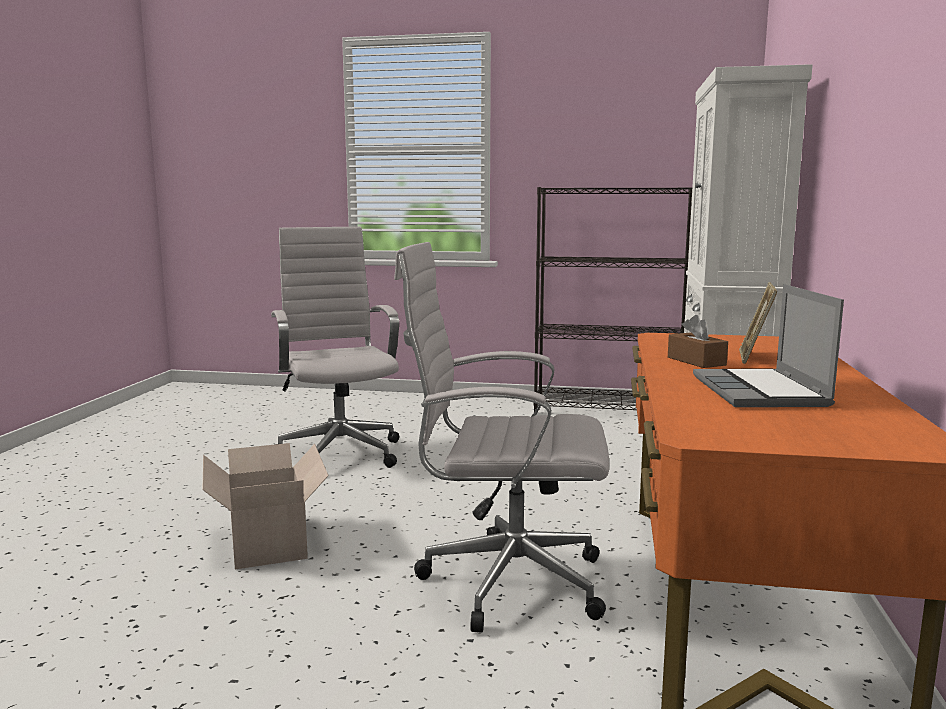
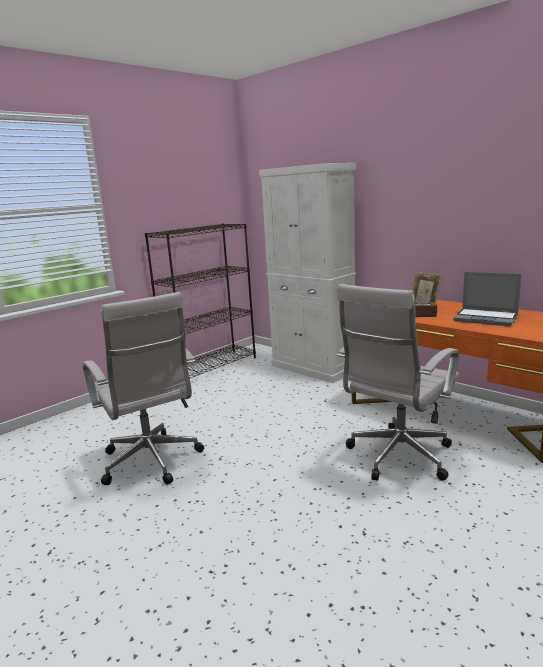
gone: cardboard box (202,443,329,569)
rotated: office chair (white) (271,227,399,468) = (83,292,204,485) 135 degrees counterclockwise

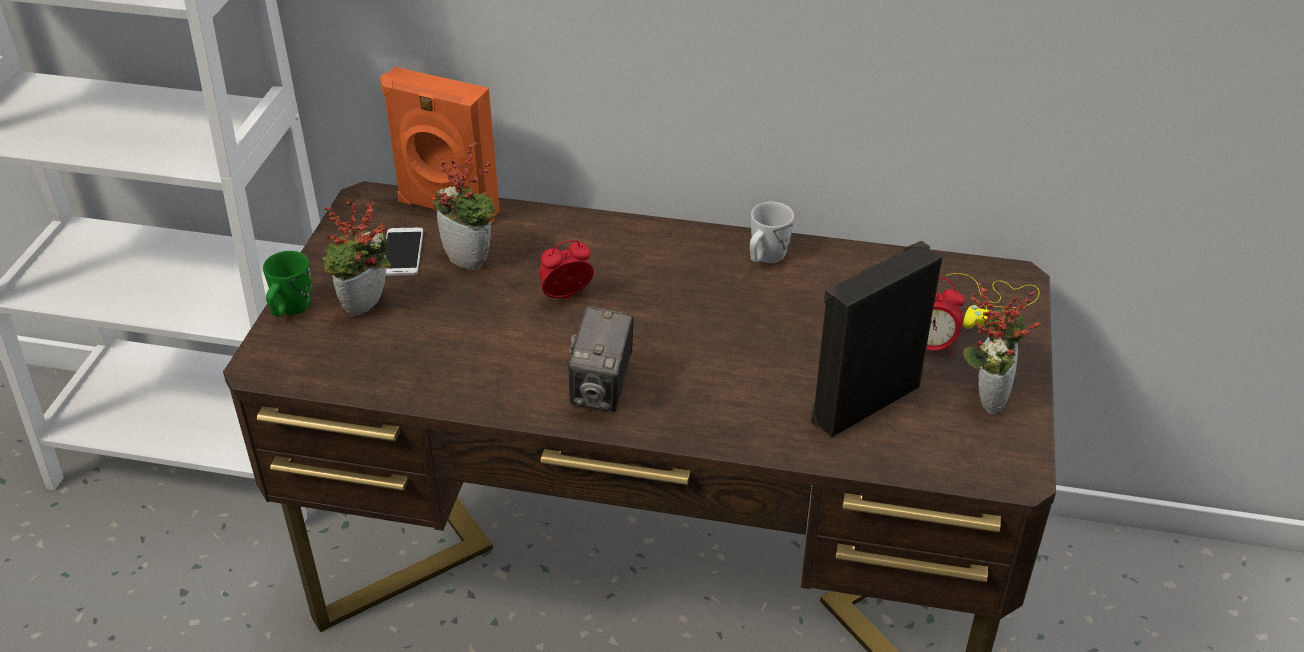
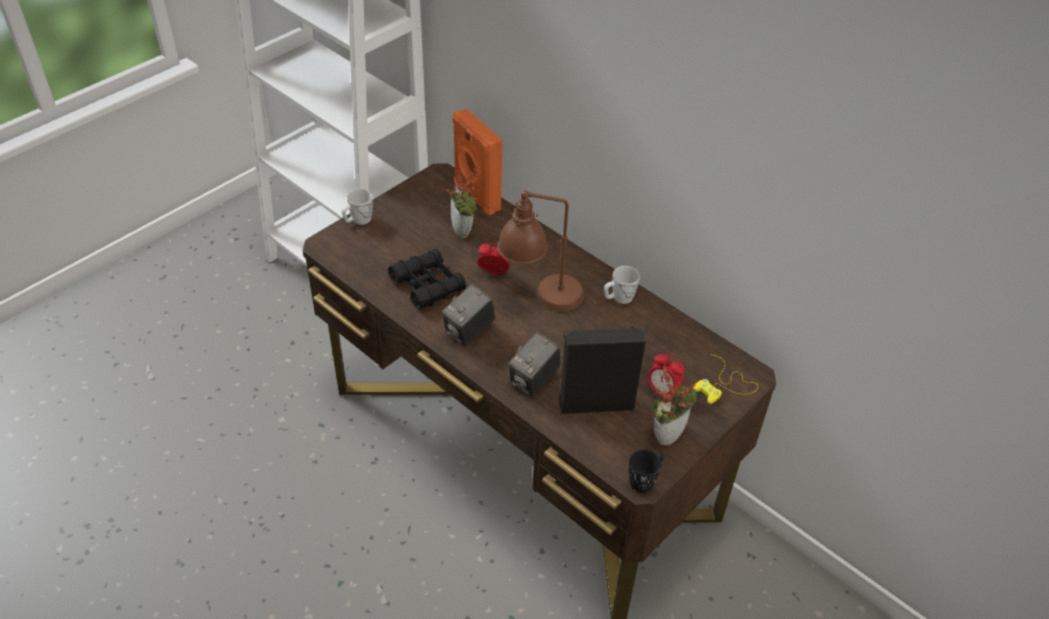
gone: houseplant (322,200,391,316); phone (386,227,423,276)
new: pair of binoculars (blackish) (388,249,466,309); table lamp (brown) (497,190,584,312); photo camera (509,332,561,397); coffee mug (blackish) (629,449,664,493)
repainted: coffee mug (green) (263,251,311,317) to coffee mug (white) (342,189,373,225)

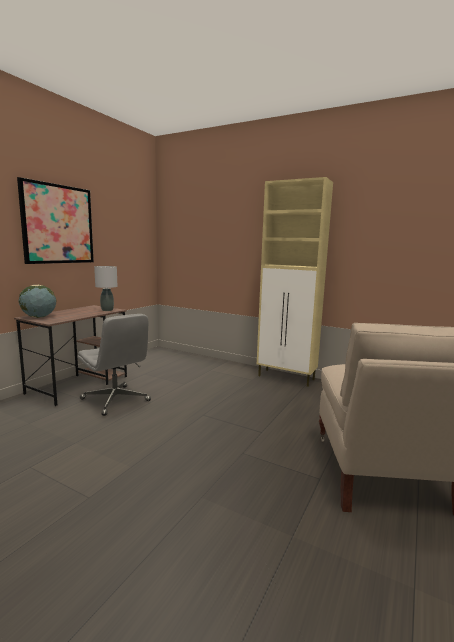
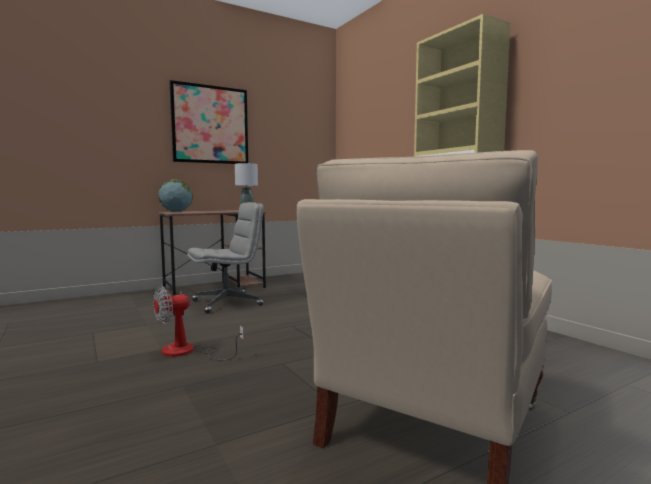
new: cooling fan (153,286,244,361)
rotated: office chair (greyish) (78,314,151,416) = (187,202,264,313) 105 degrees counterclockwise

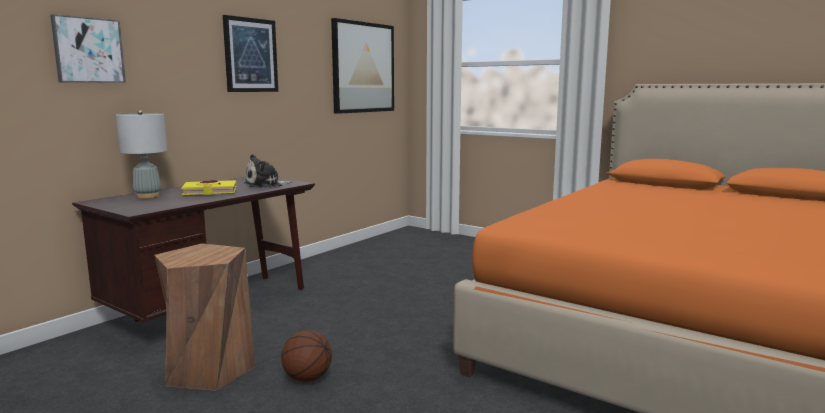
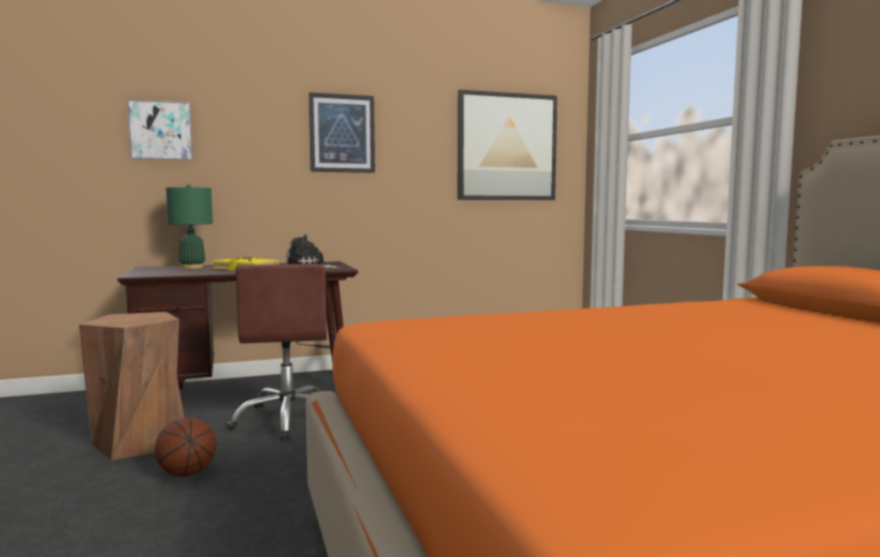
new: office chair (brown) (226,264,331,441)
repainted: table lamp (greyish) (116,110,167,198) to table lamp (green) (166,184,213,269)

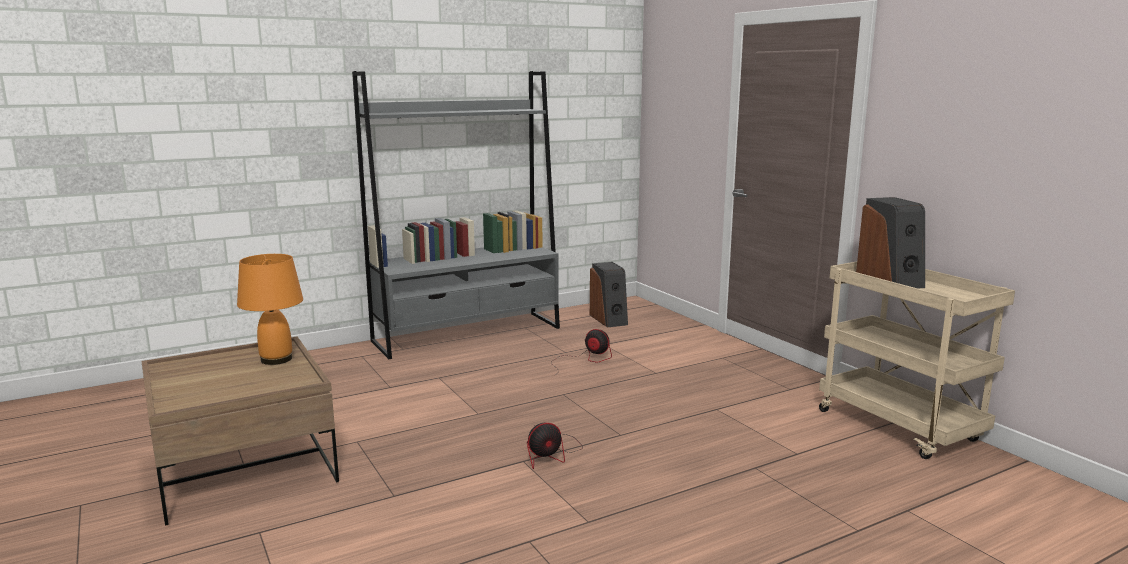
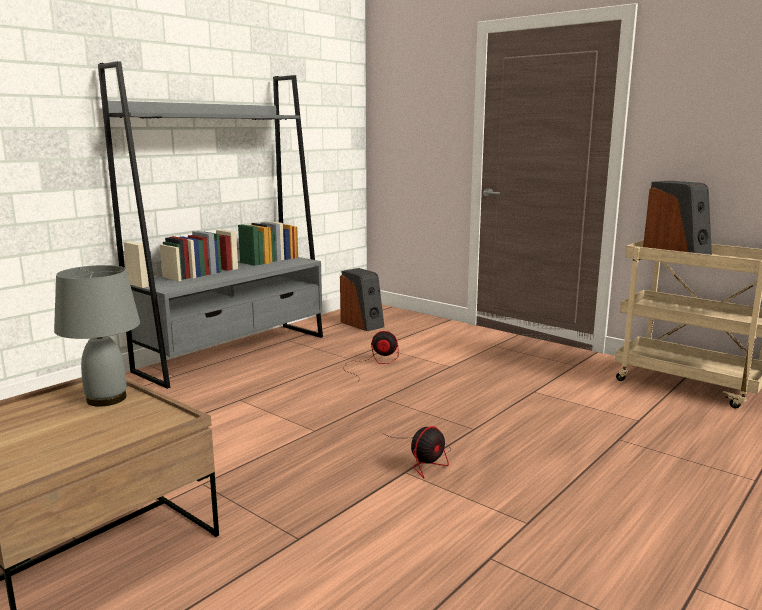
repainted: table lamp (orange) (237,254,303,365) to table lamp (greyish) (54,265,140,407)

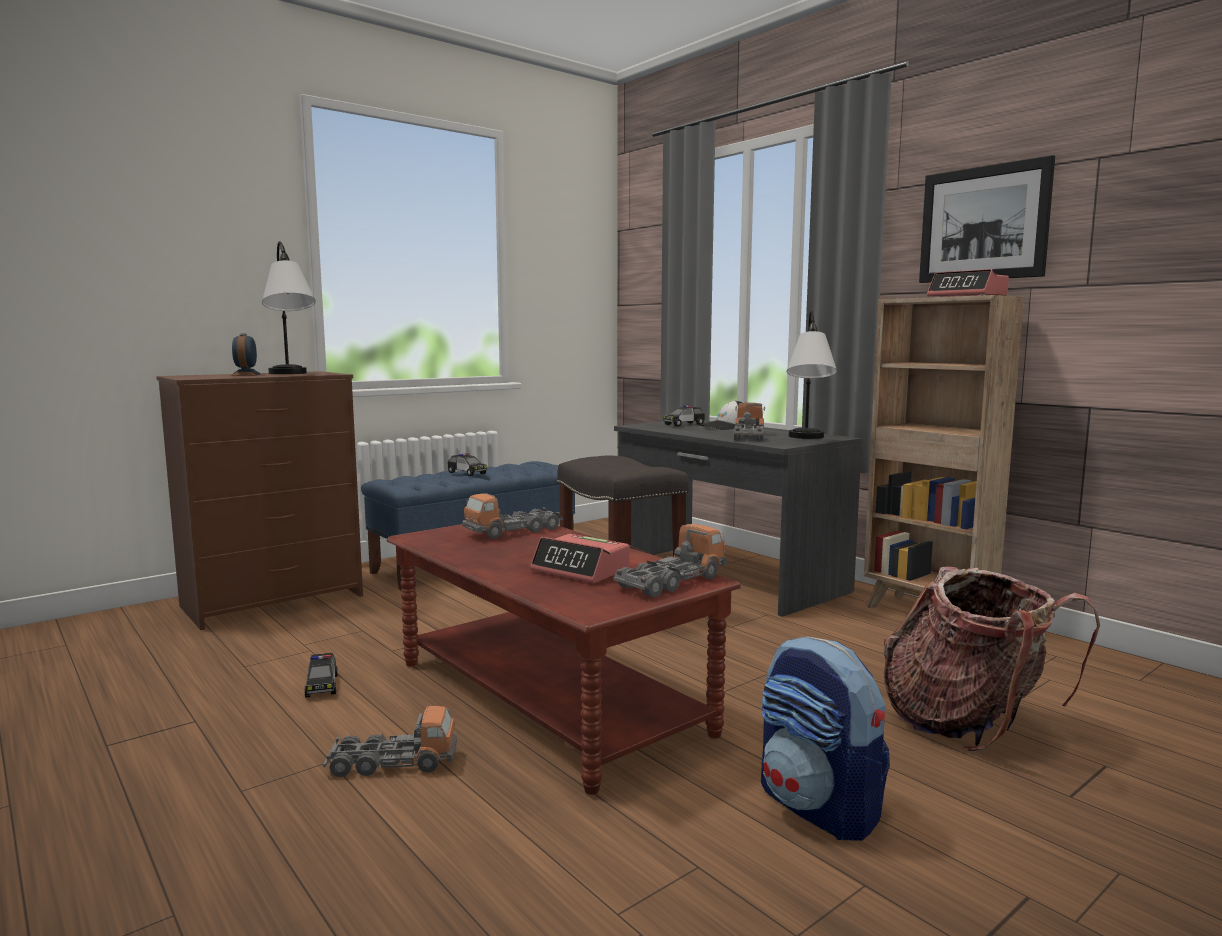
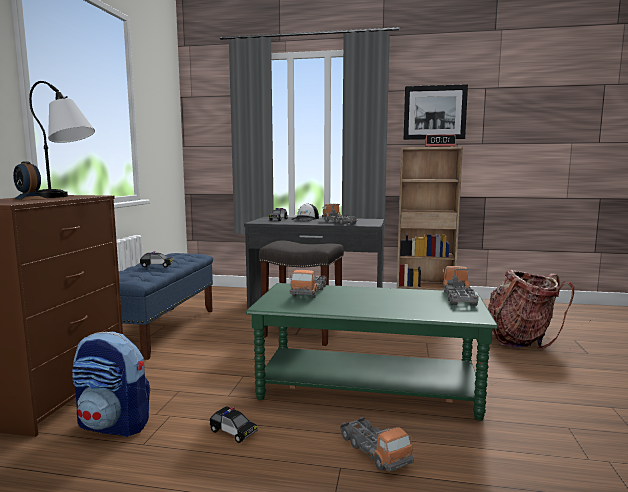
gone: bedside clock (530,534,630,583); table lamp (787,310,837,439)
shifted: knapsack (761,637,890,841) to (72,331,150,437)
repainted: lounge table (brown) (387,524,741,795) to lounge table (green) (246,283,498,421)
rotated: toy lorry (323,706,457,777) = (340,417,414,472) 105 degrees clockwise

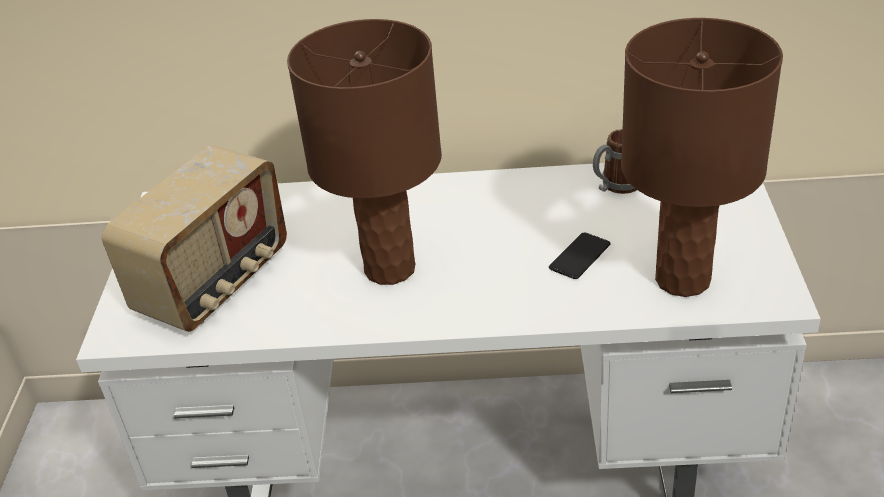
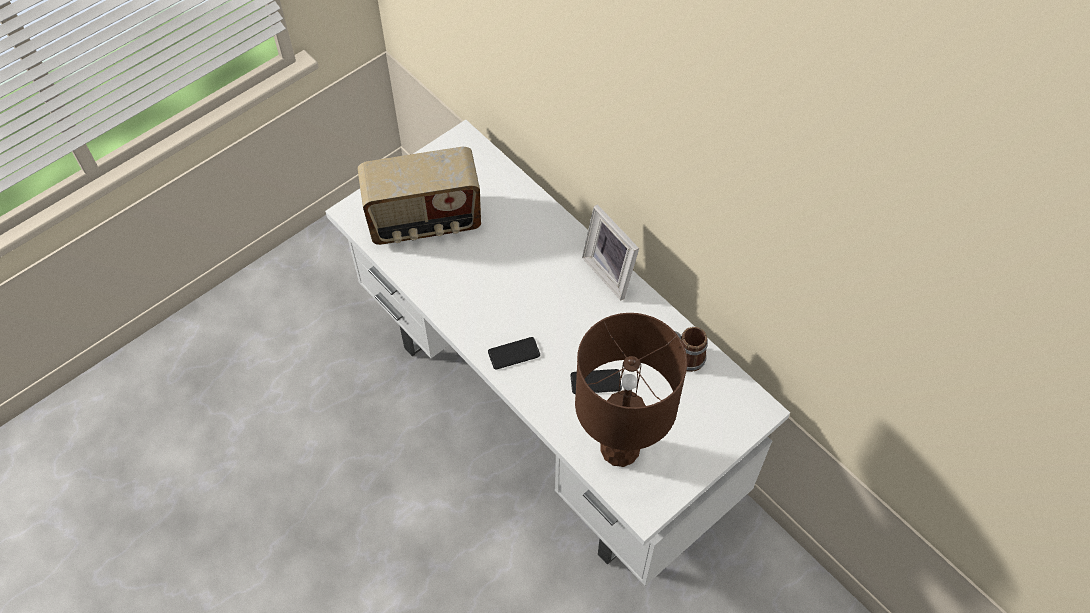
gone: table lamp (brown) (287,19,442,285)
new: phone (488,337,540,370); photo frame (582,204,639,300)

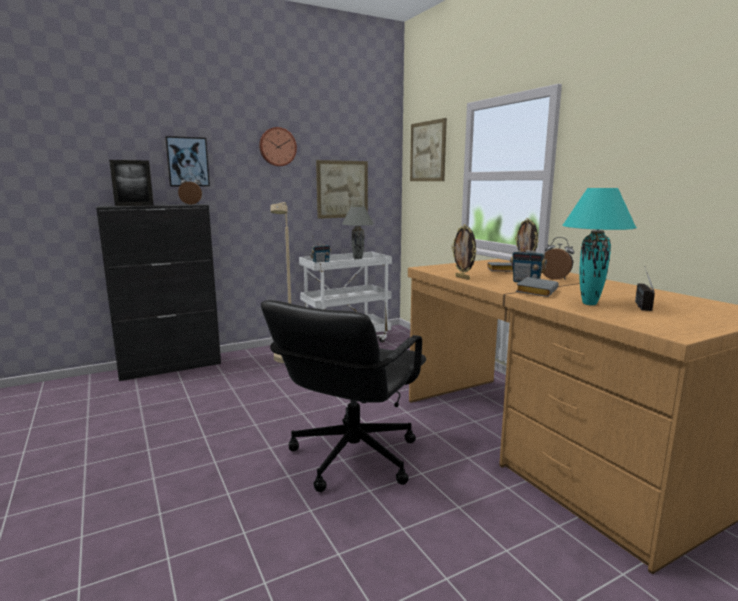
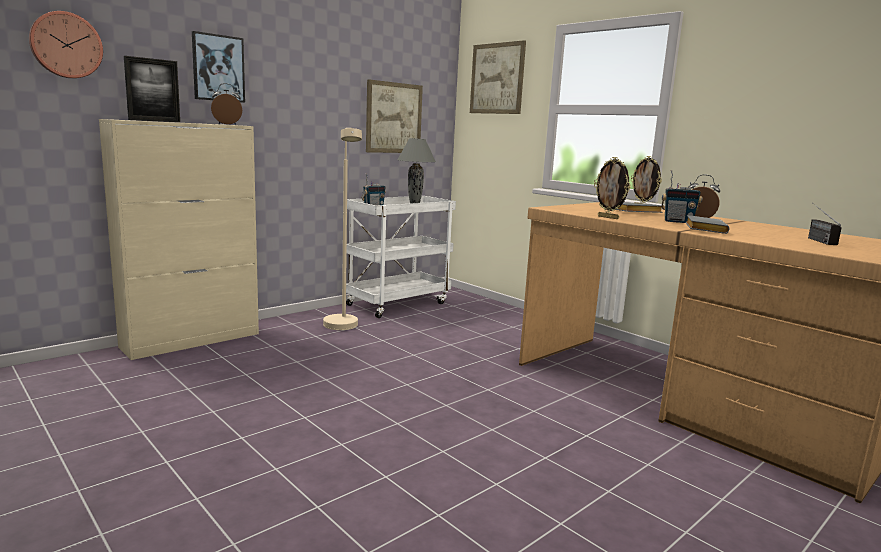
gone: office chair (blackish) (261,300,426,492); table lamp (turquoise-coloured) (562,188,637,305)
shifted: clock on the wall (259,127,297,166) to (29,11,103,78)
repainted: cupboard (blackish) (96,204,221,381) to cupboard (beige-coloured) (99,119,259,360)

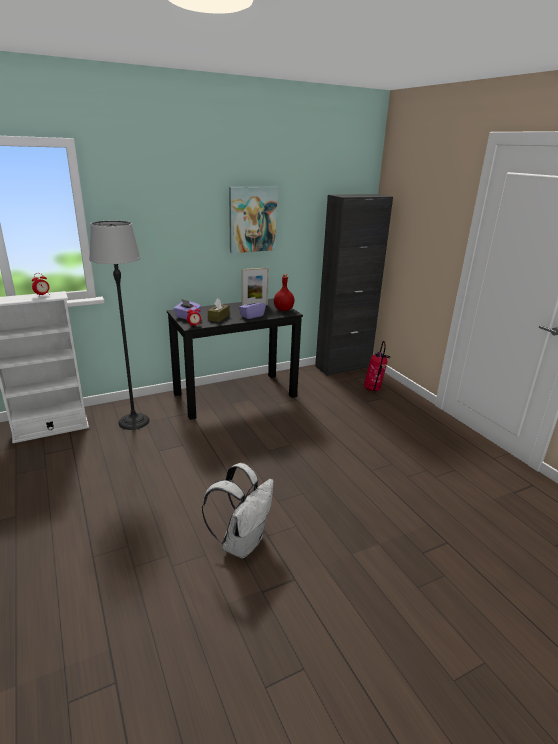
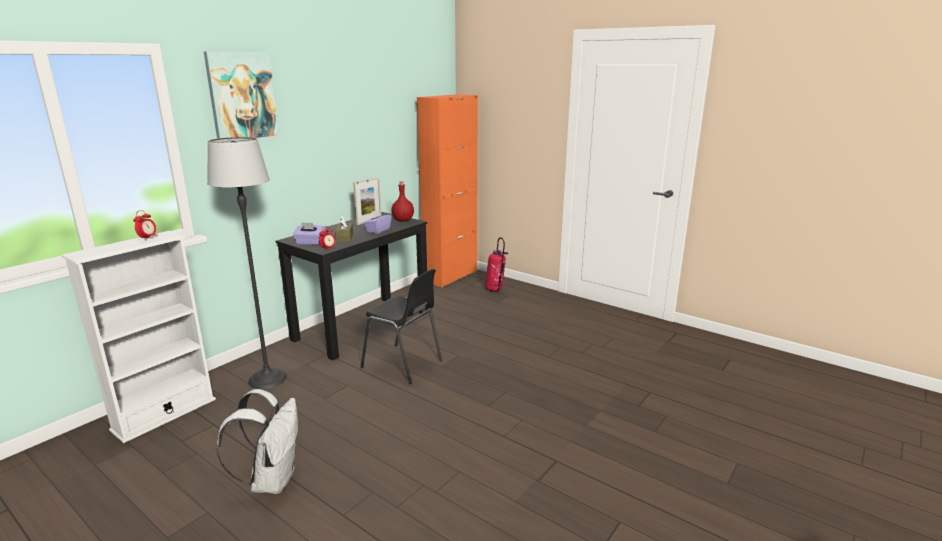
new: chair (blackish) (360,269,442,384)
shifted: wall picture (229,187,278,253) to (204,51,279,138); knapsack (white) (202,463,274,558) to (217,389,298,494)
repainted: cupboard (blackish) (315,194,393,376) to cupboard (orange) (417,94,478,288)

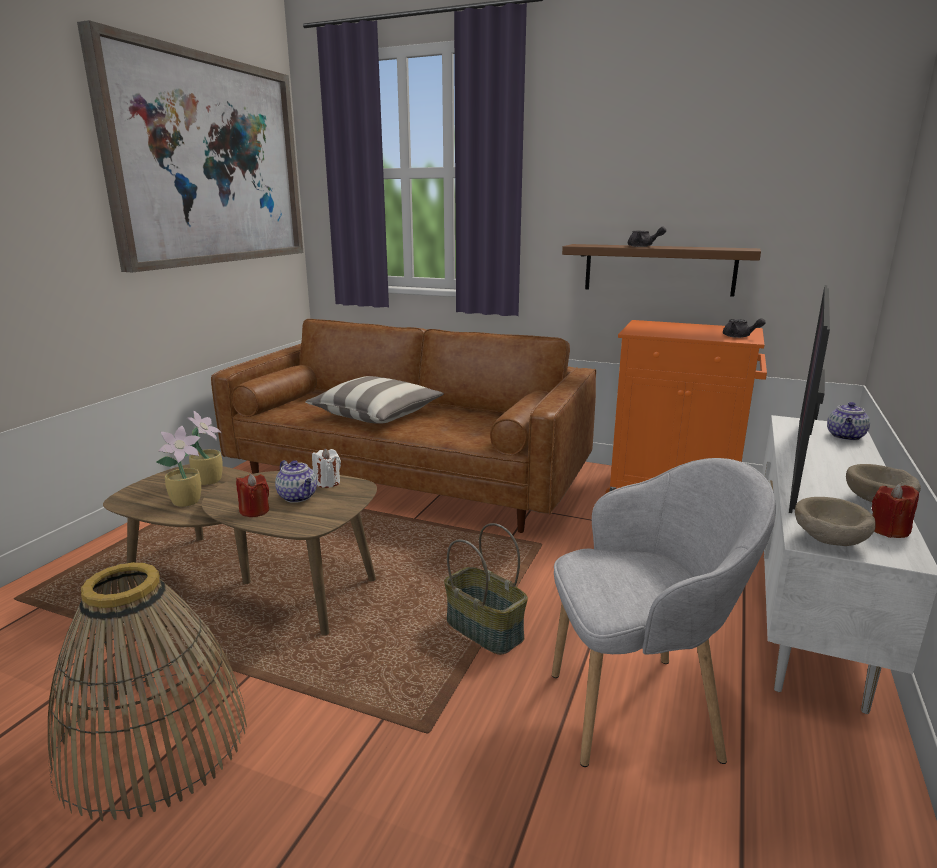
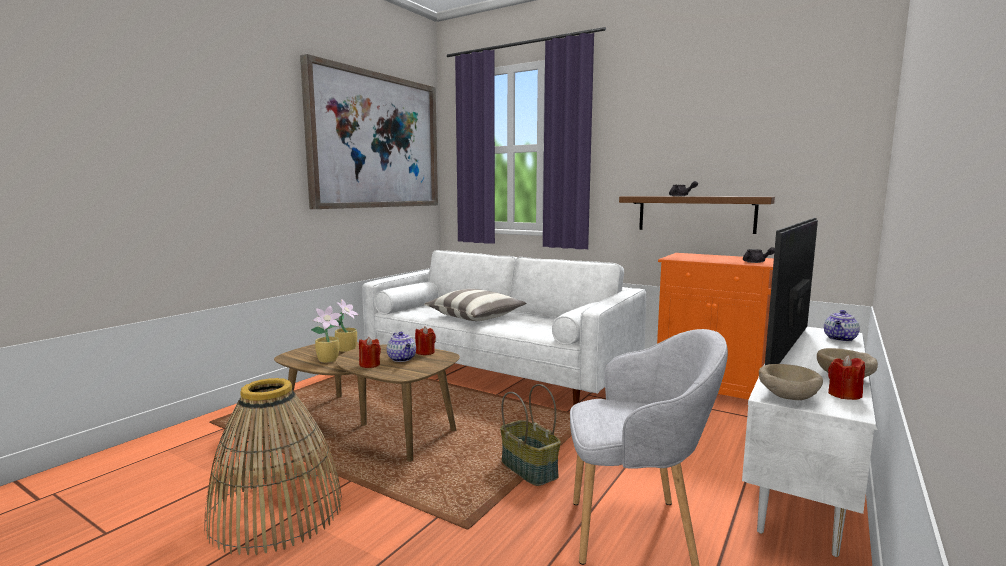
repainted: sofa (brown) (211,319,596,533) to sofa (white) (362,250,647,406); wax light (white) (312,448,341,488) to wax light (red) (415,326,436,355)

